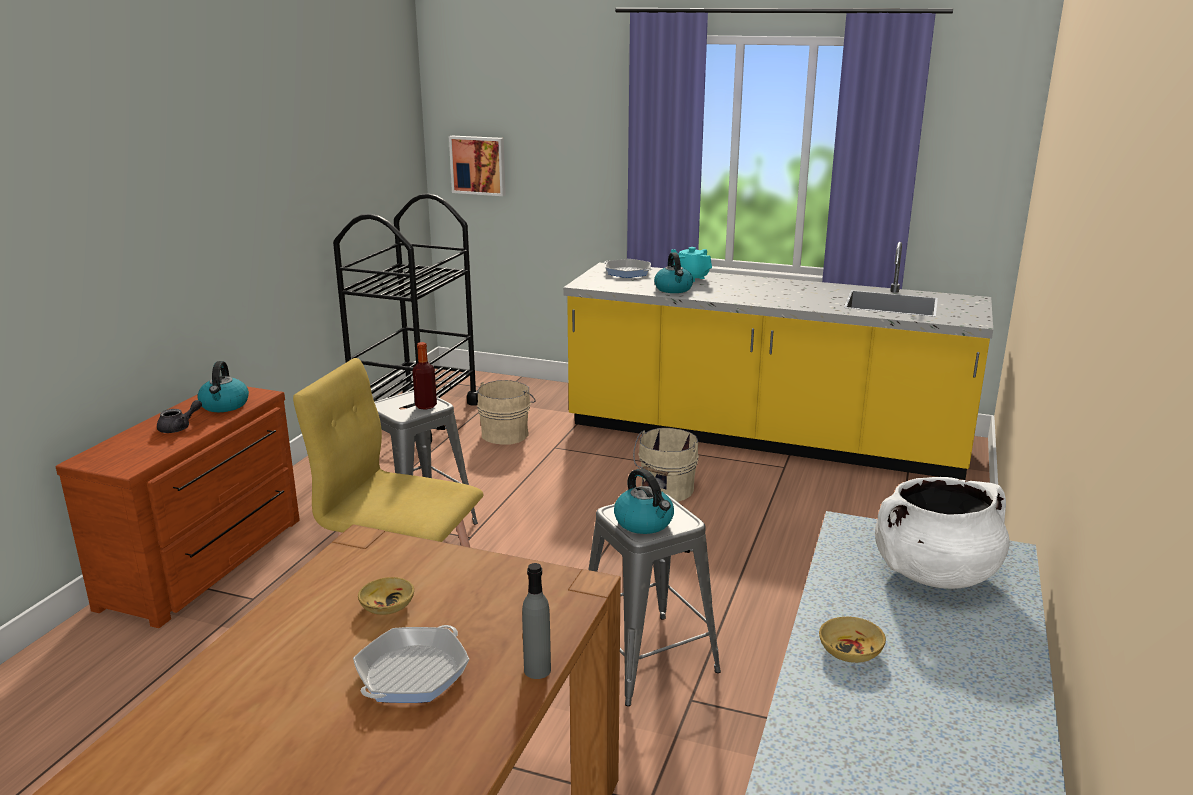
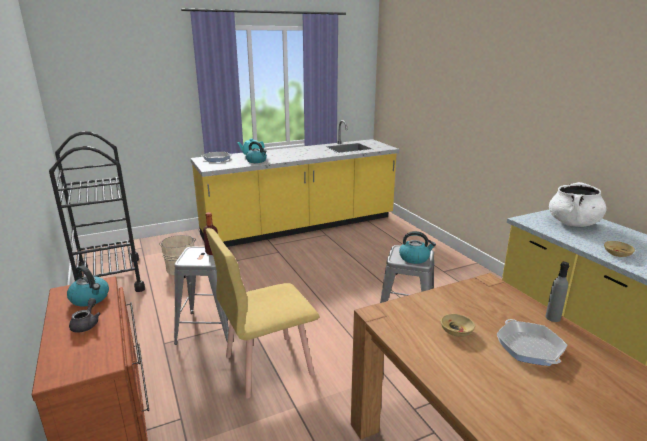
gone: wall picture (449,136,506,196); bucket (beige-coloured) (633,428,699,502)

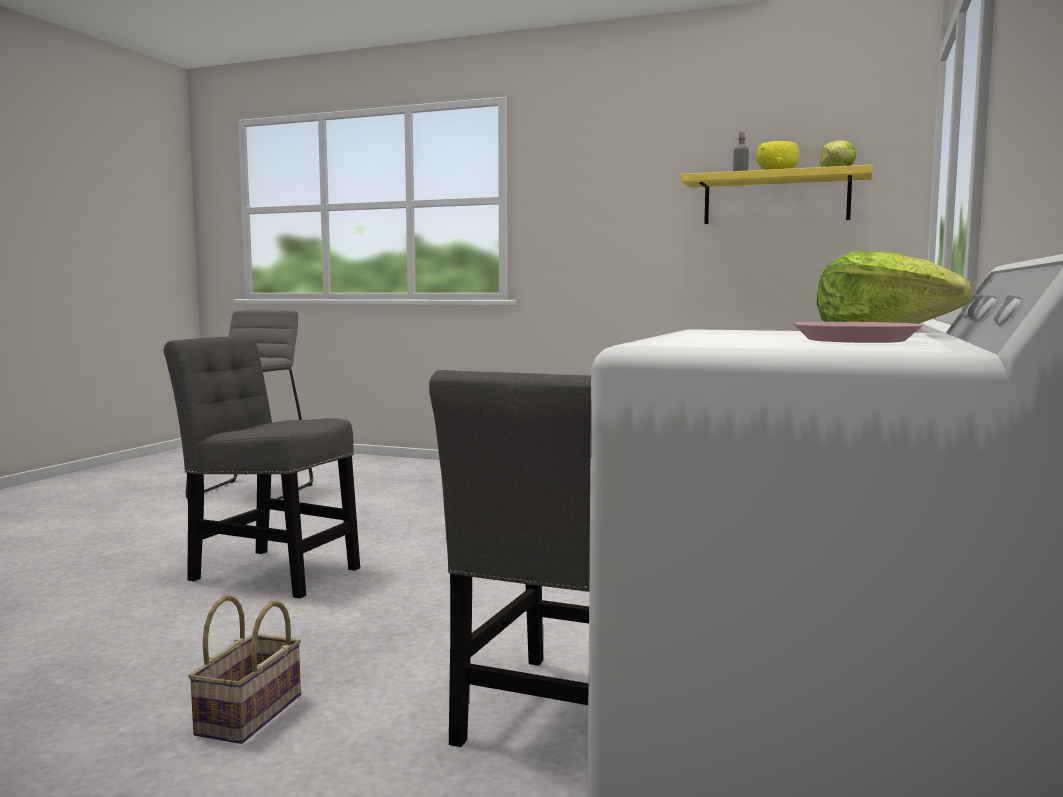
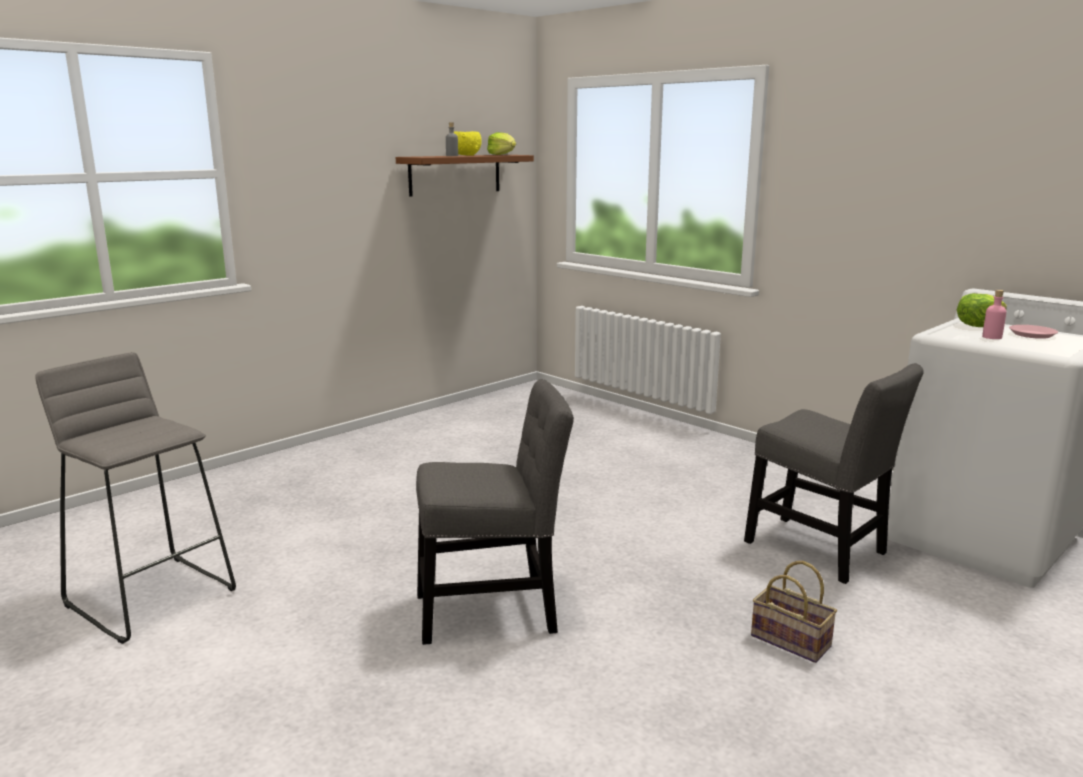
new: drink bottle (pink-coloured) (982,290,1007,339)
repainted: wall shelf (yellow-coloured) (680,164,872,224) to wall shelf (brown) (396,155,534,196)
rotated: chair (greyish) (164,336,360,598) = (416,379,574,645) 150 degrees counterclockwise

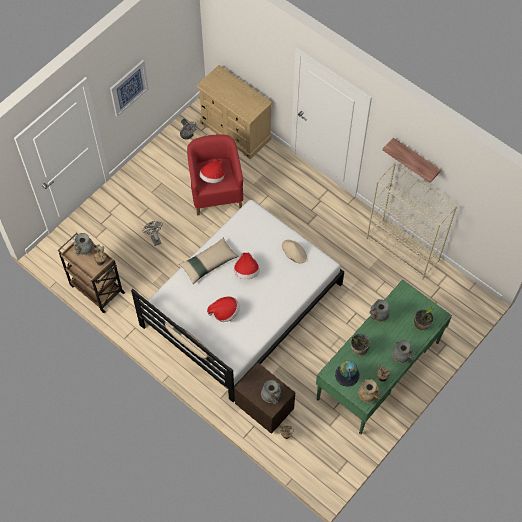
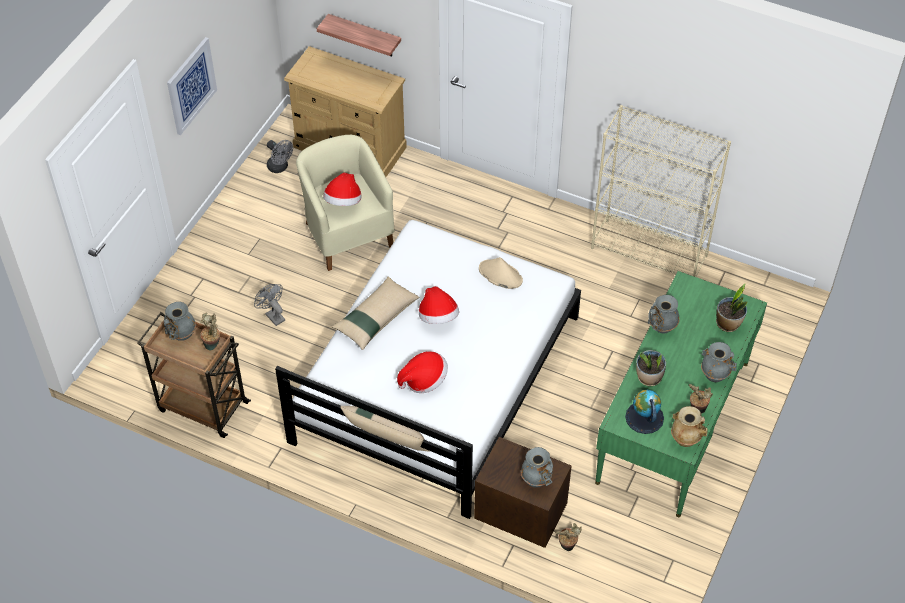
shifted: wall shelf (383,138,441,183) to (317,14,401,57)
repainted: armchair (red) (187,134,243,216) to armchair (beige-coloured) (296,135,395,271)

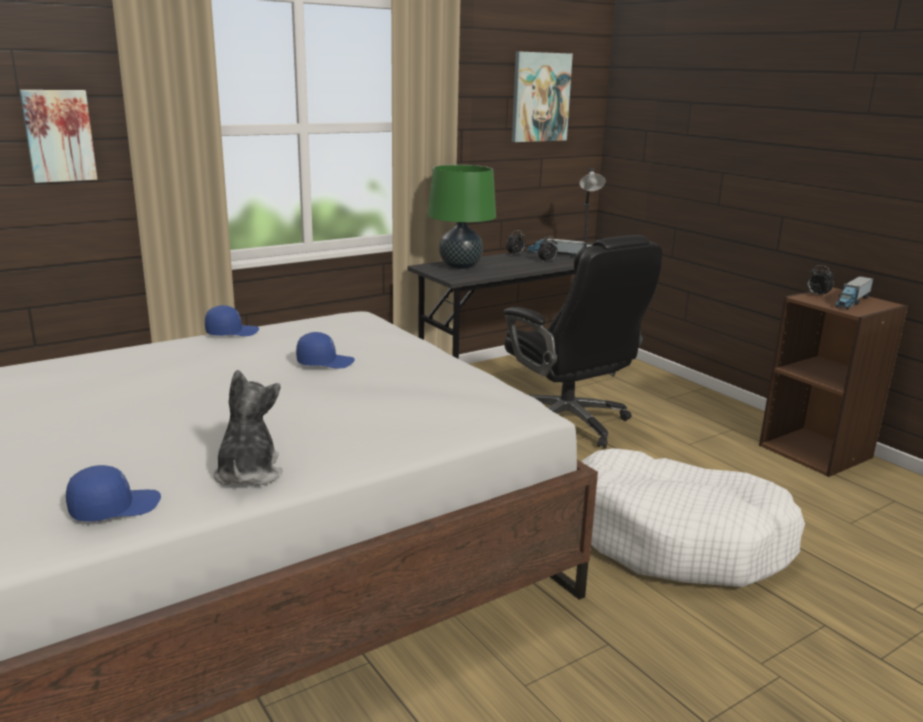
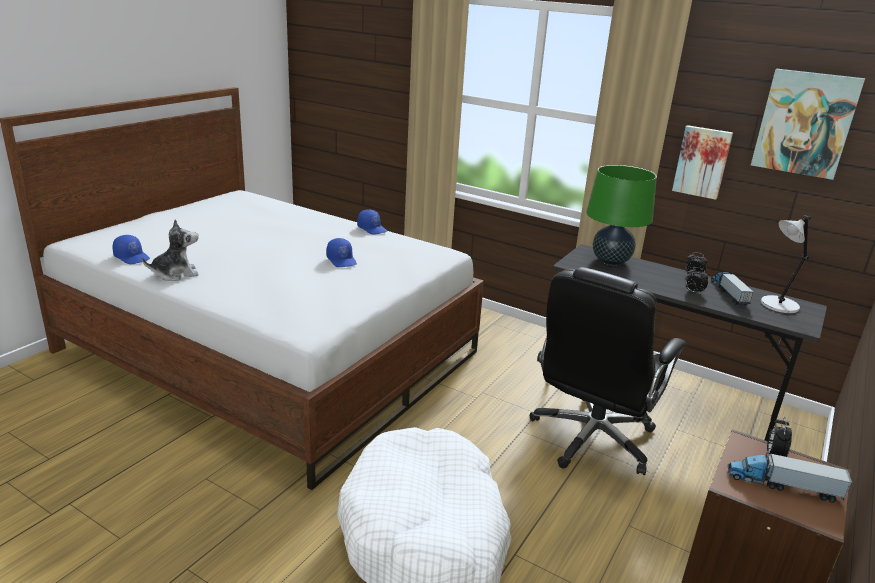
shifted: wall picture (20,90,97,183) to (672,125,733,200)

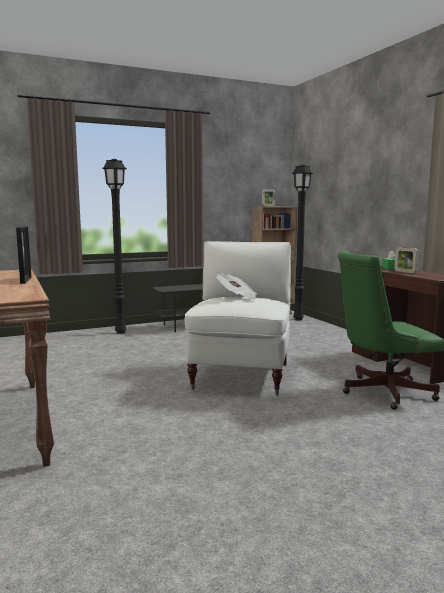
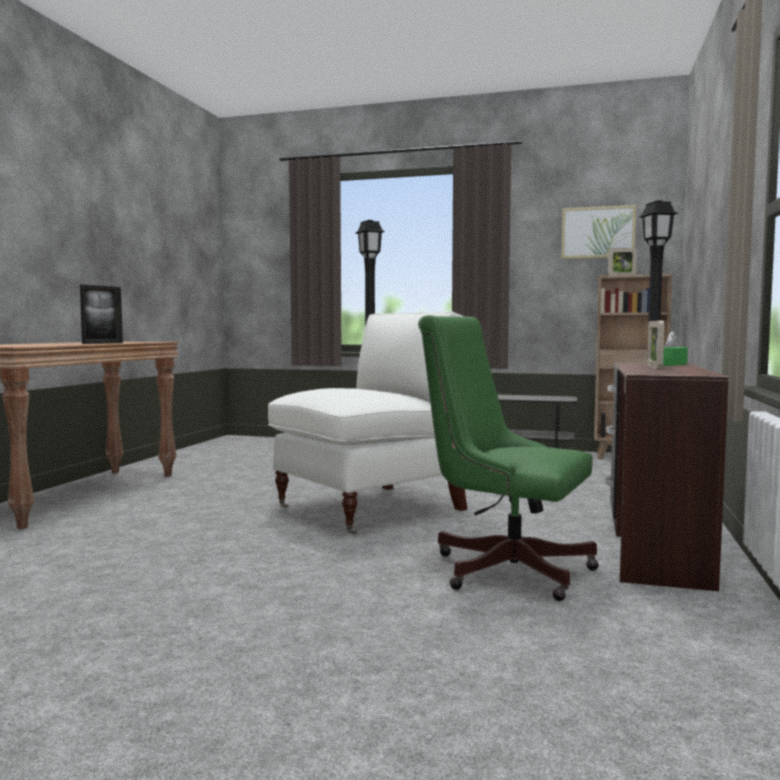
gone: newspaper (216,272,257,300)
new: wall picture (561,205,636,259)

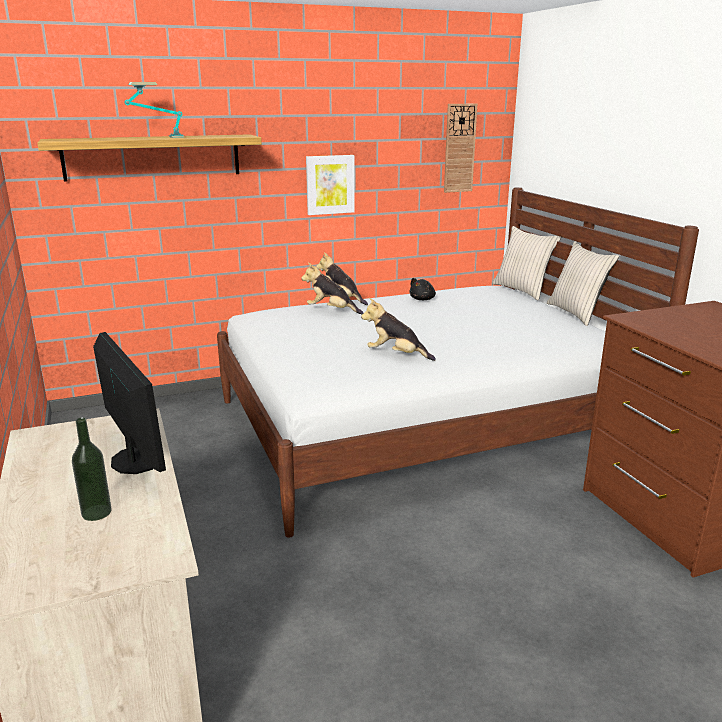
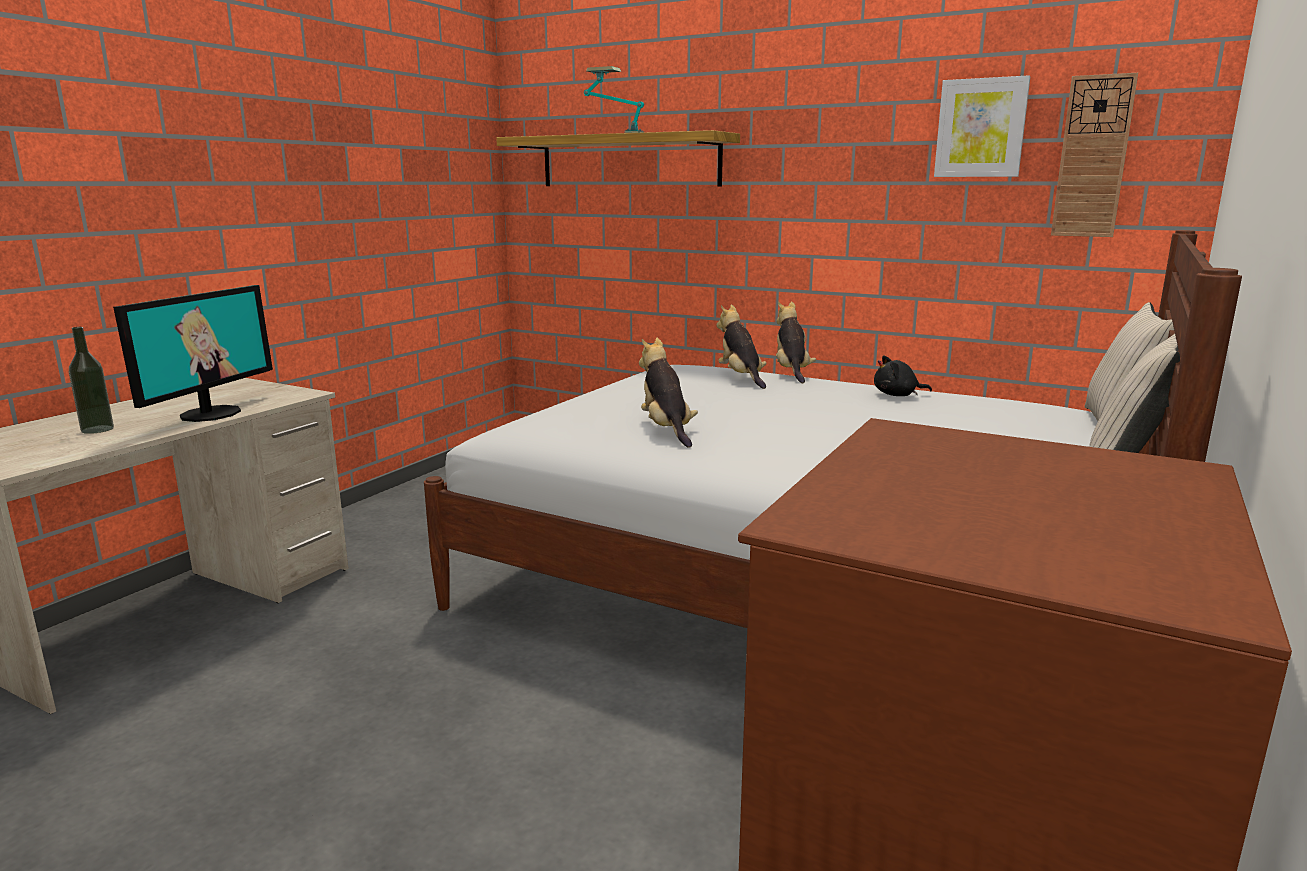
shifted: wall picture (306,155,355,215) to (934,75,1030,177)

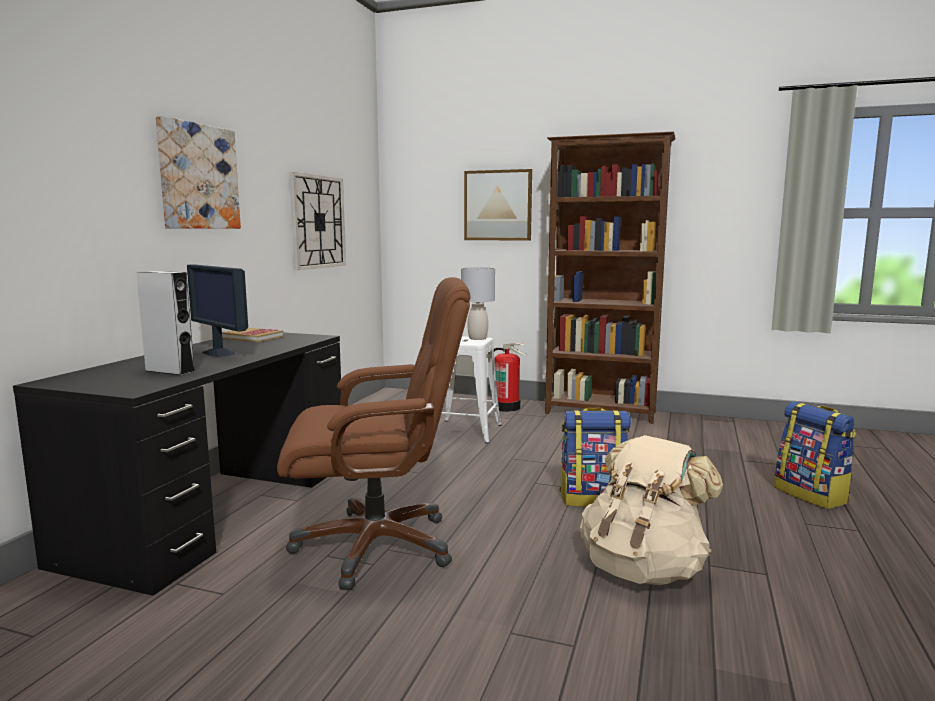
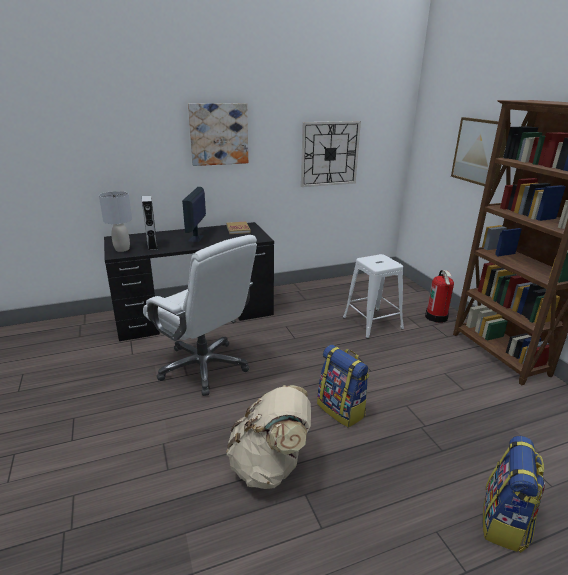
shifted: table lamp (greyish) (461,267,495,340) to (99,191,132,252)
repainted: office chair (brown) (277,277,471,590) to office chair (white) (143,235,257,396)

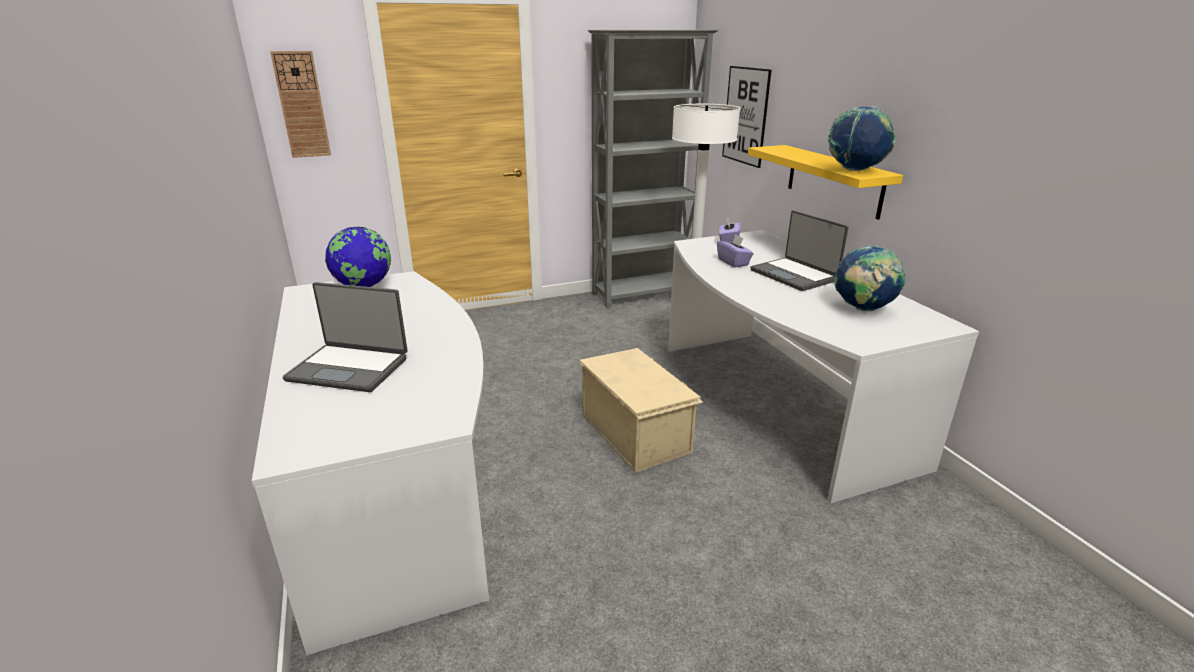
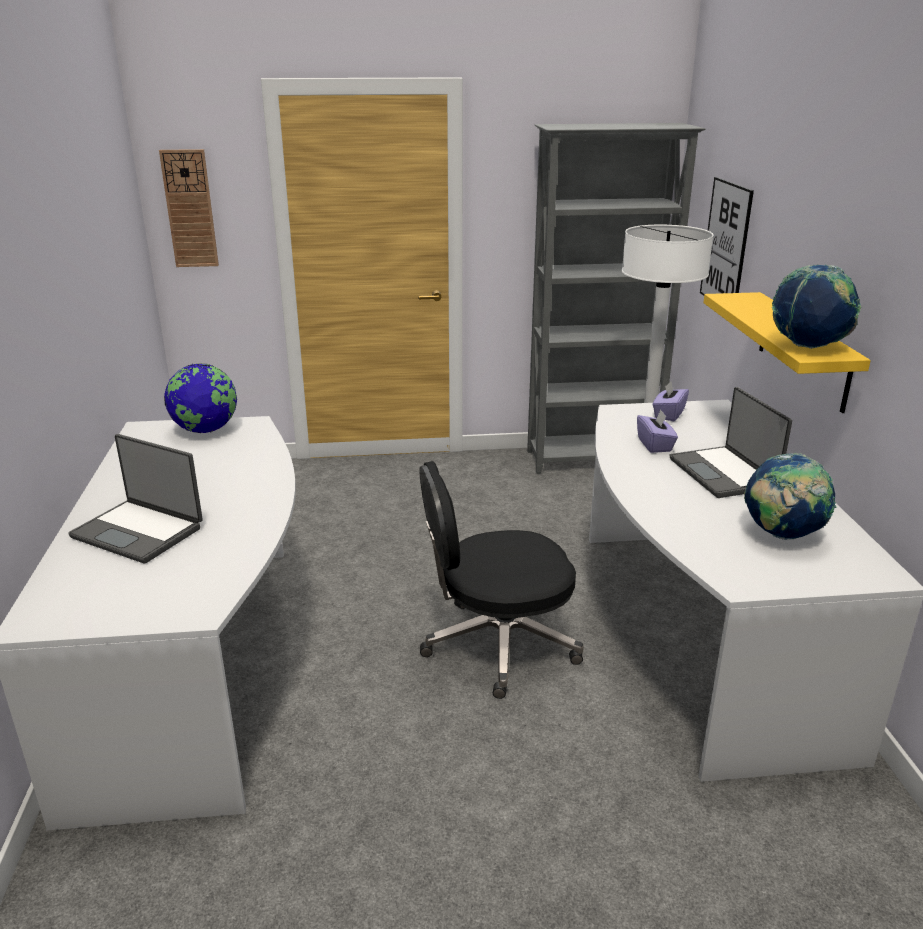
swapped: storage box (beige-coloured) (579,348,704,473) to office chair (blackish) (419,461,584,699)

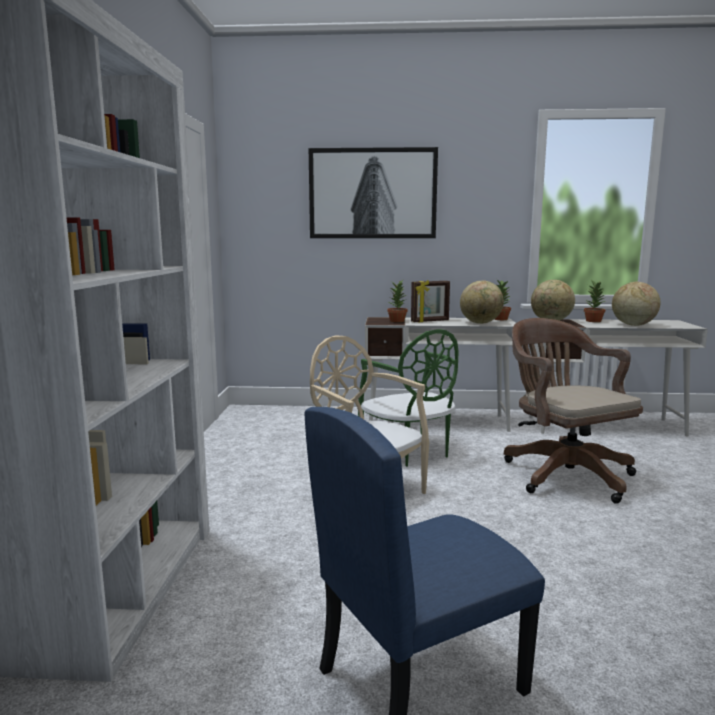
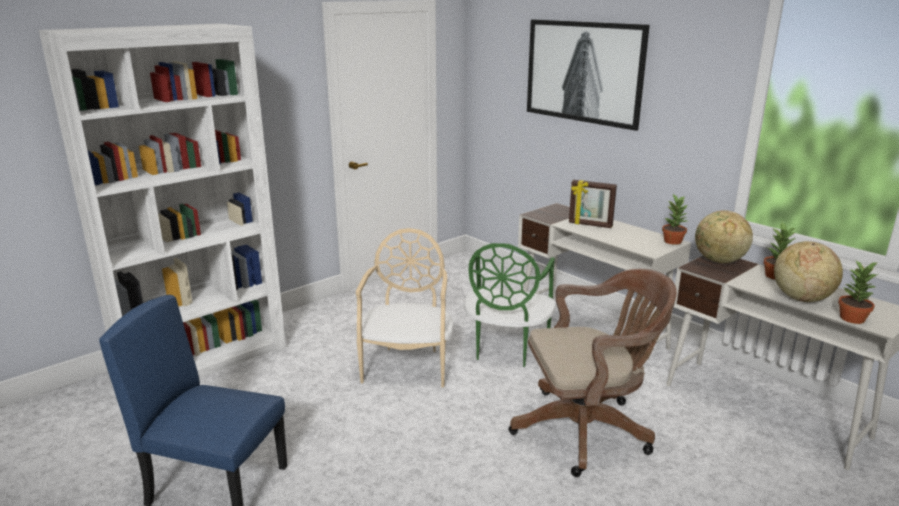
gone: globe (460,281,504,324)
shifted: houseplant (387,280,408,322) to (838,261,878,324)
rotated: office chair (brown) (504,318,643,504) = (509,269,677,477) 60 degrees clockwise

